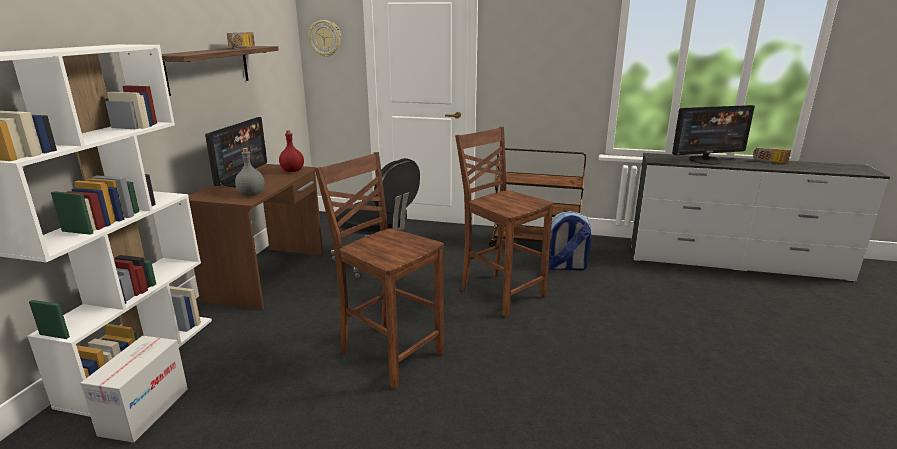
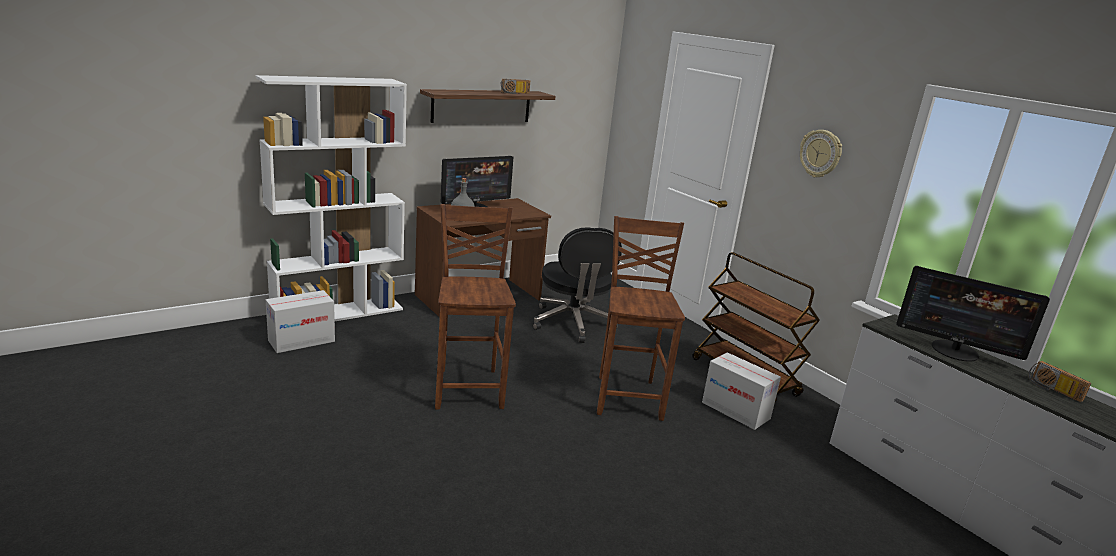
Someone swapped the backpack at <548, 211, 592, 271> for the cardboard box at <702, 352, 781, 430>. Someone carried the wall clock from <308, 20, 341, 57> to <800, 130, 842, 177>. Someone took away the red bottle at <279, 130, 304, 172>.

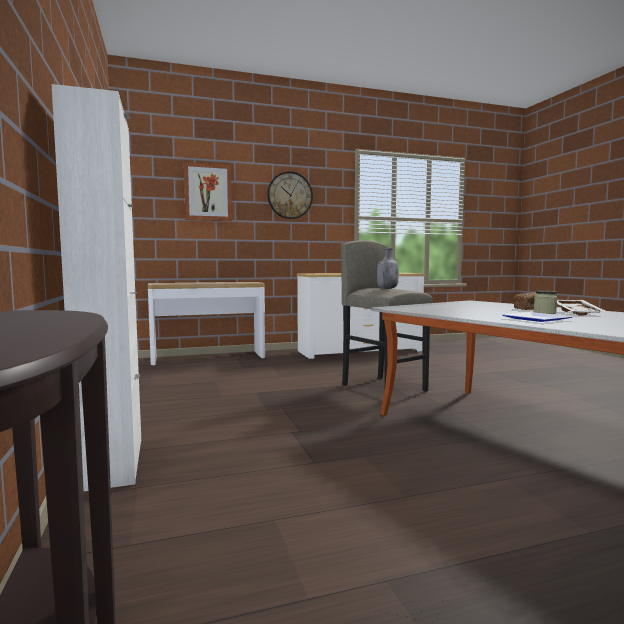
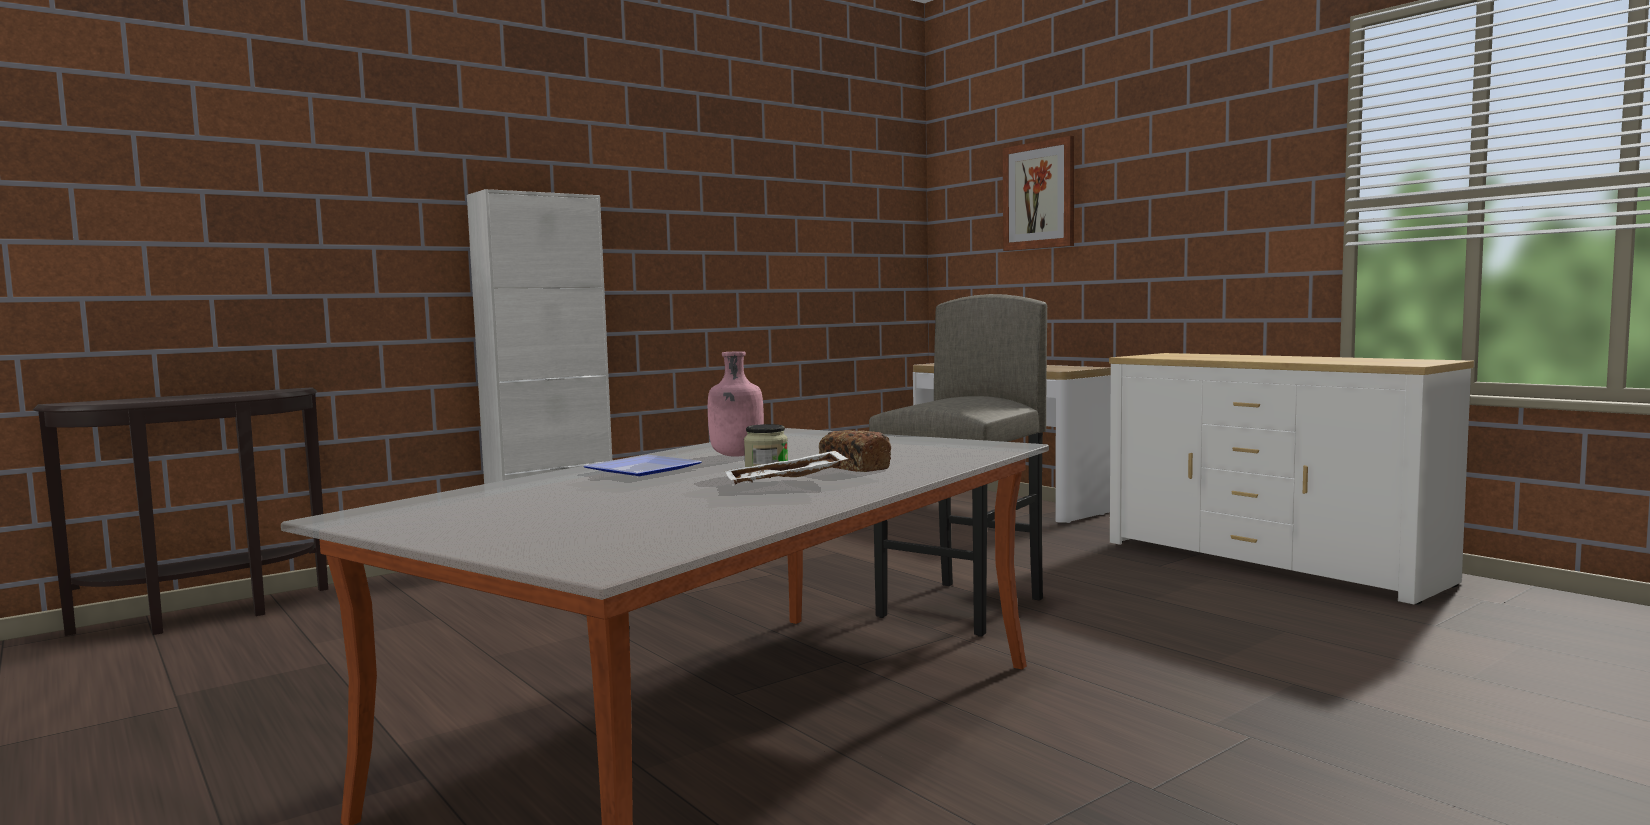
Someone put down the pink bottle at <708, 351, 764, 457>. Someone took away the wall clock at <267, 171, 313, 219>. Someone took away the grey bottle at <377, 248, 399, 289>.

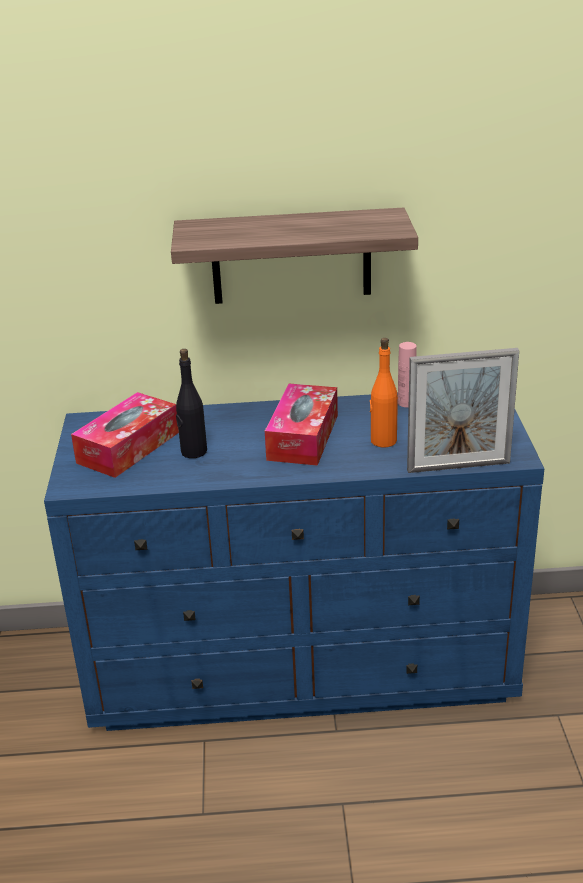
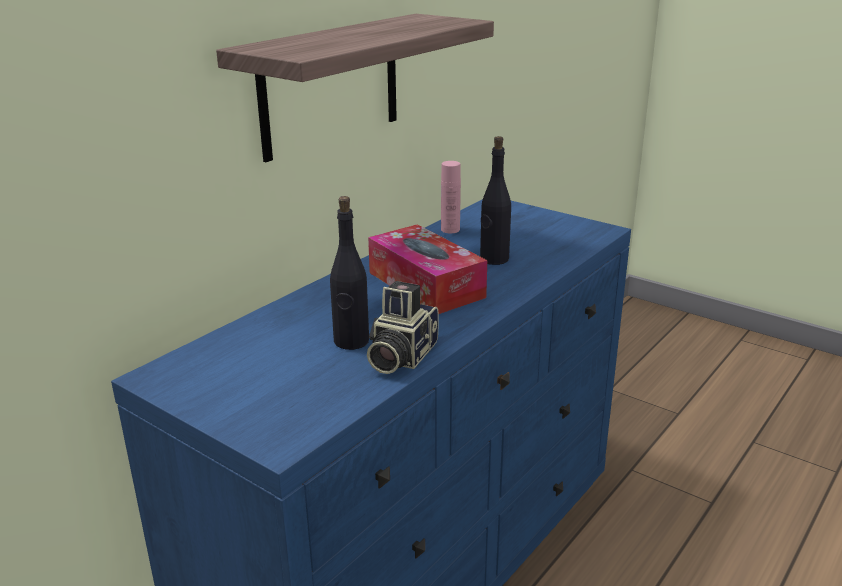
Someone put down the photo camera at <367, 281, 439, 374>. Someone repainted the orange bottle at <370, 338, 398, 447>, which became the black bottle at <480, 136, 511, 265>. Someone took away the tissue box at <71, 392, 179, 478>. Someone took away the picture frame at <407, 348, 519, 473>.

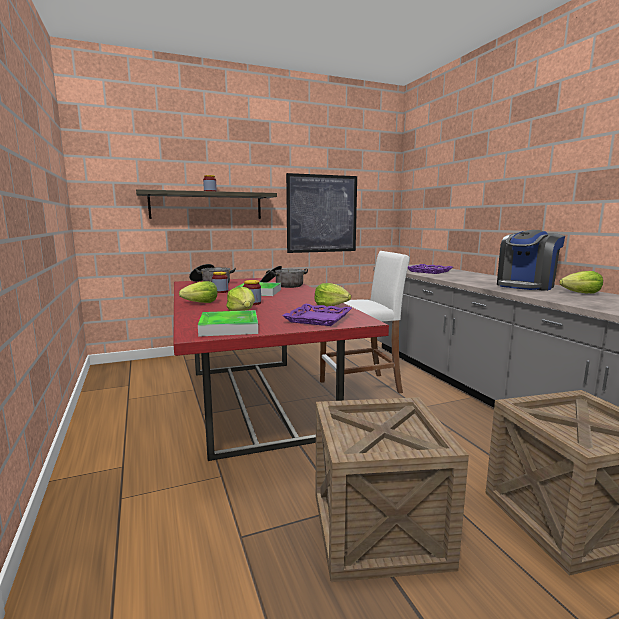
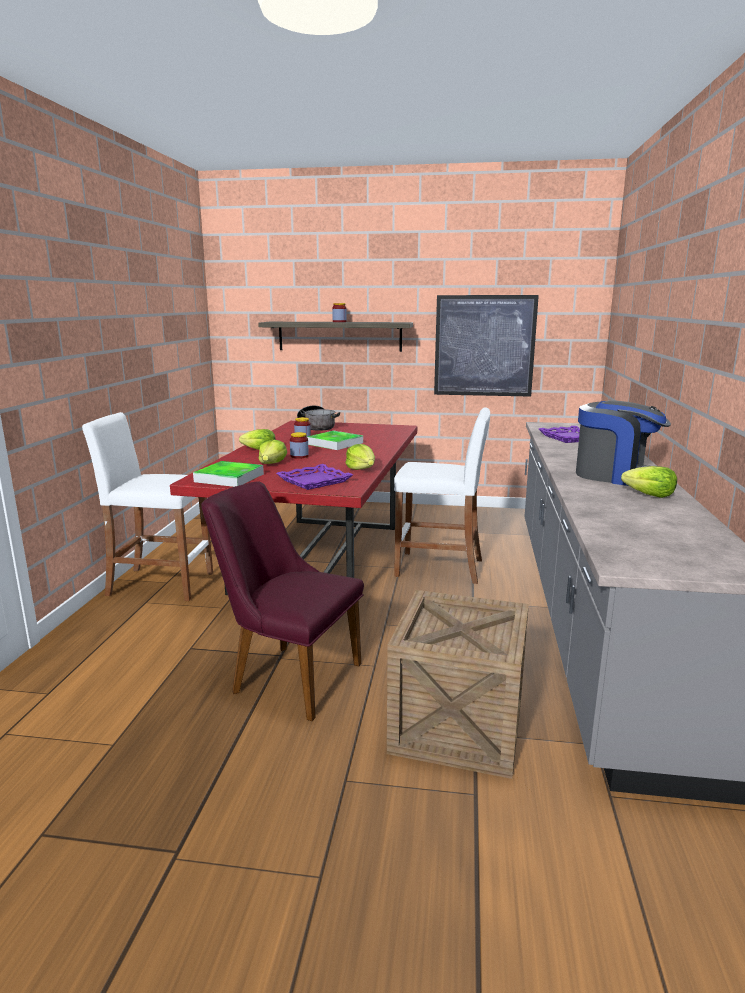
Someone put down the white stool at <82, 412, 213, 601>. Someone swapped the crate at <316, 397, 469, 582> for the purple chair at <201, 481, 364, 721>. Someone rotated the coffee machine at <497, 230, 565, 291> by 135 degrees counterclockwise. Someone took away the cooking pot at <260, 266, 308, 288>.

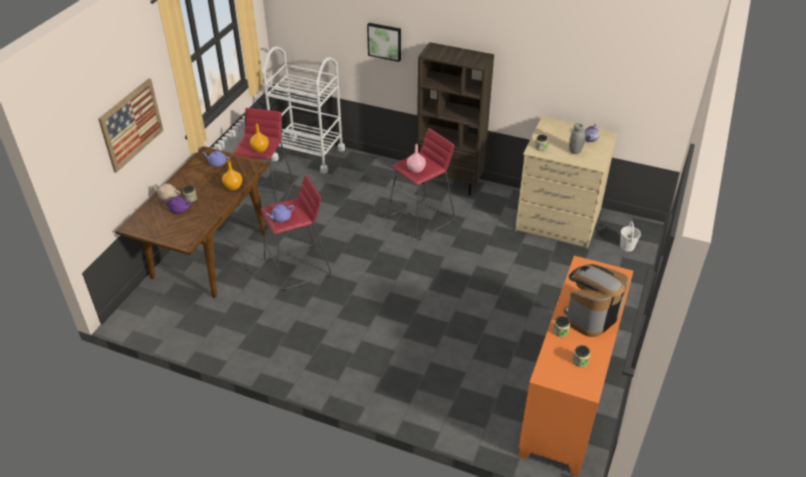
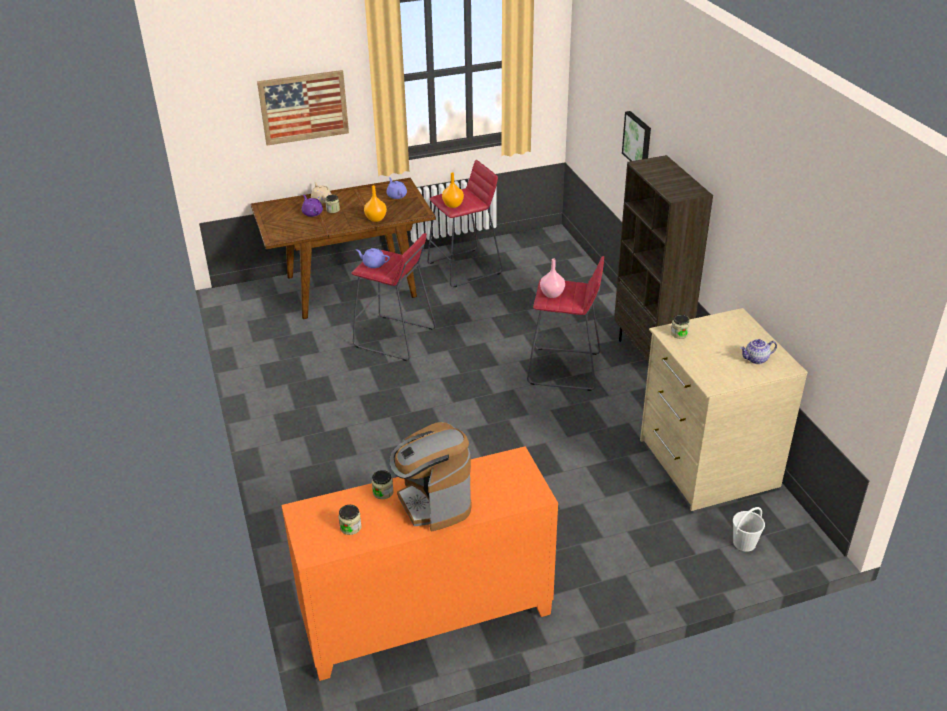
Someone rotated the coffee machine at <564, 264, 629, 337> by 120 degrees counterclockwise. Someone took away the white cart at <262, 46, 345, 174>. Someone took away the grey vase at <569, 123, 585, 154>.

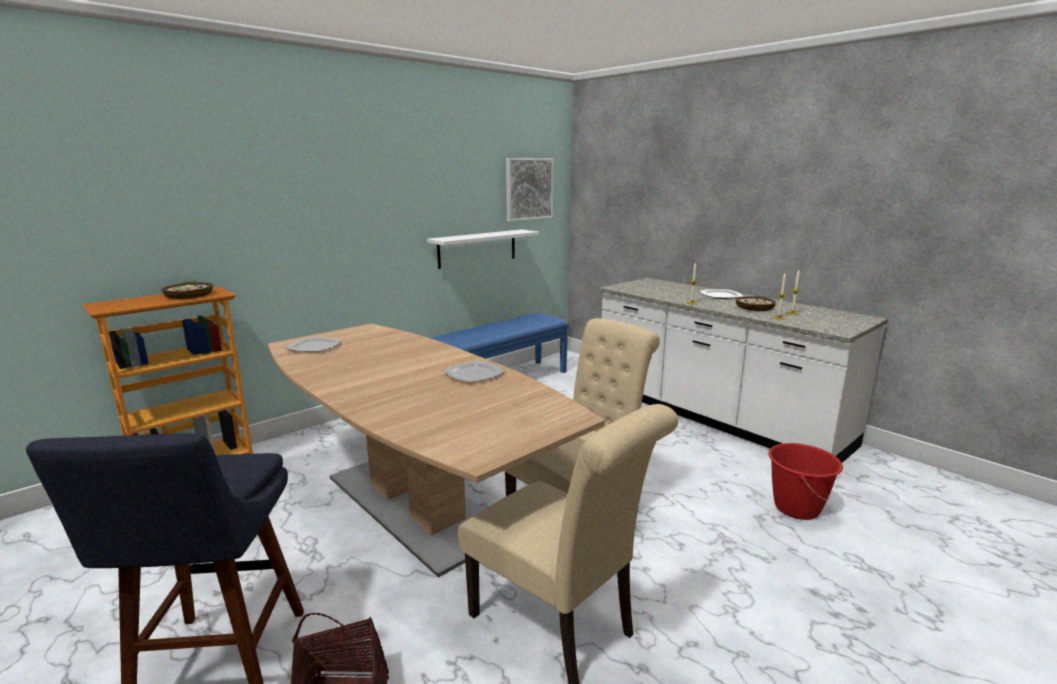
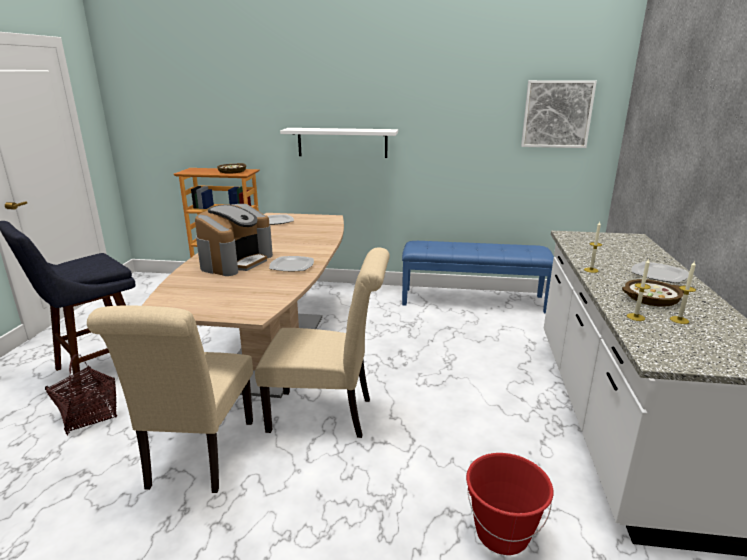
Someone put down the coffee machine at <195, 204, 273, 276>. Someone carried the white shelf from <427, 230, 539, 269> to <280, 128, 398, 158>.

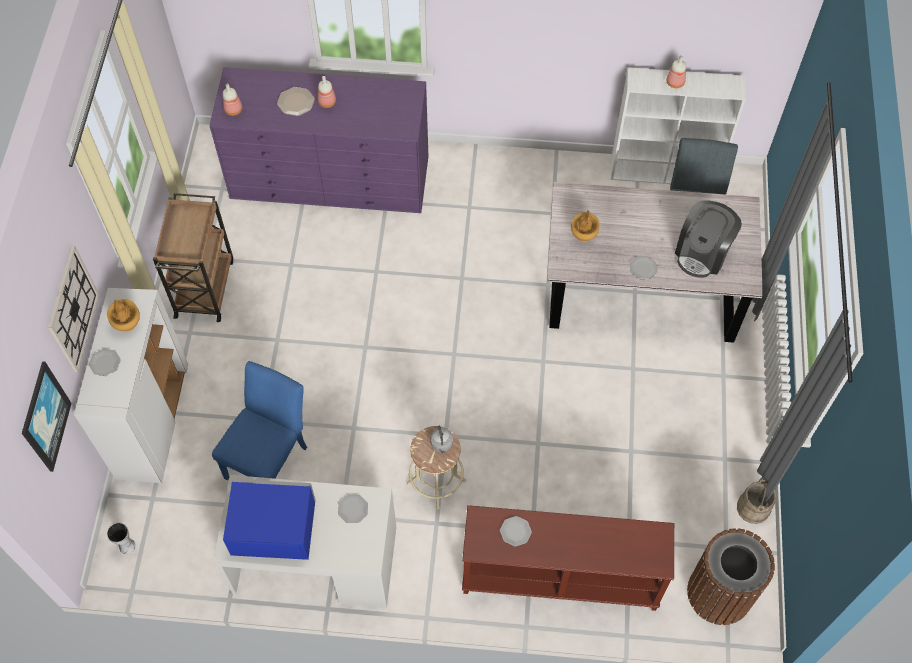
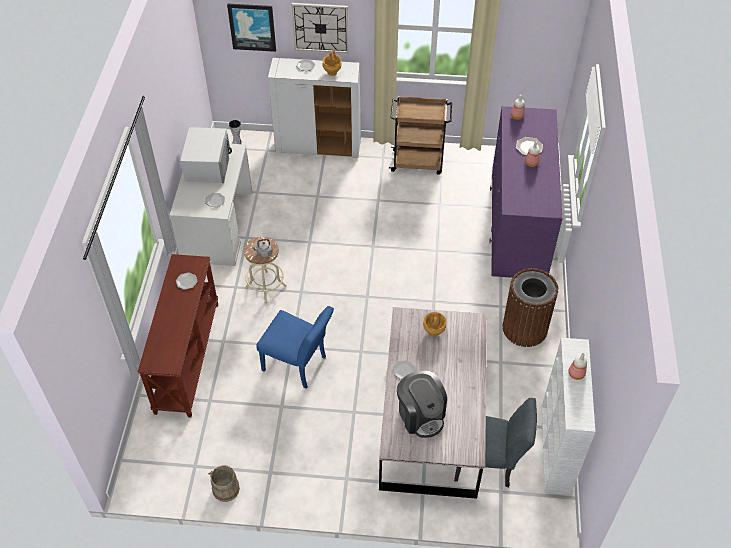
Someone repainted the blue microwave at <223, 480, 316, 560>, which became the white microwave at <181, 127, 232, 183>. Someone carried the blue chair from <212, 361, 307, 480> to <256, 306, 334, 389>. Someone rotated the coffee machine at <675, 201, 742, 278> by 150 degrees counterclockwise. Someone carried the brown trash can from <687, 528, 775, 625> to <502, 268, 558, 347>.

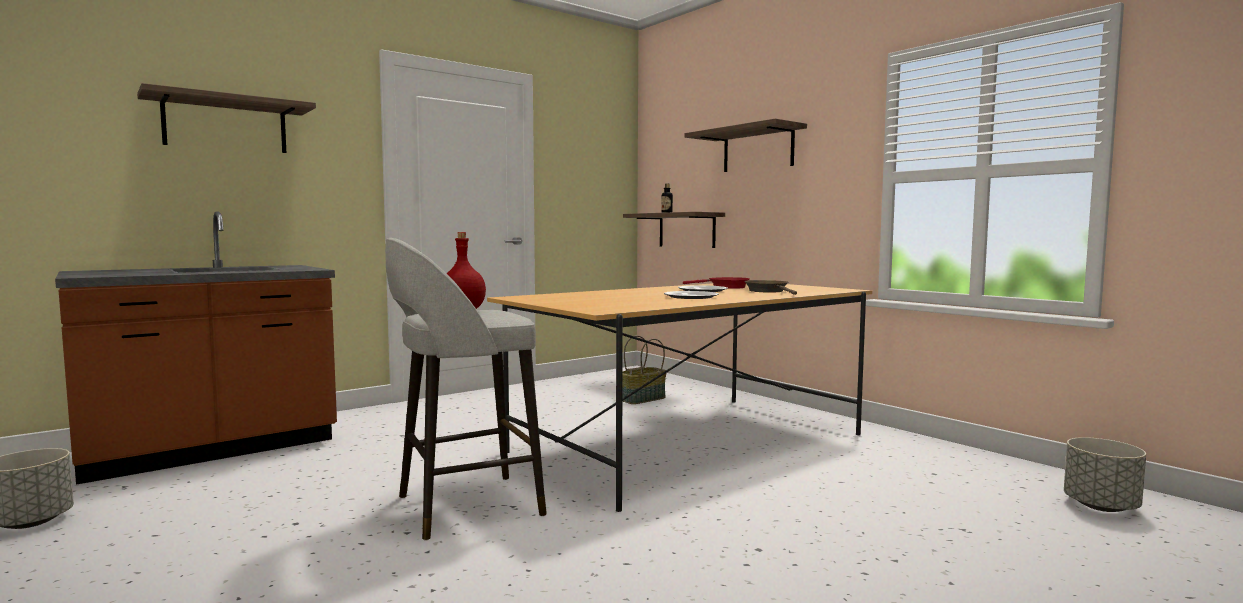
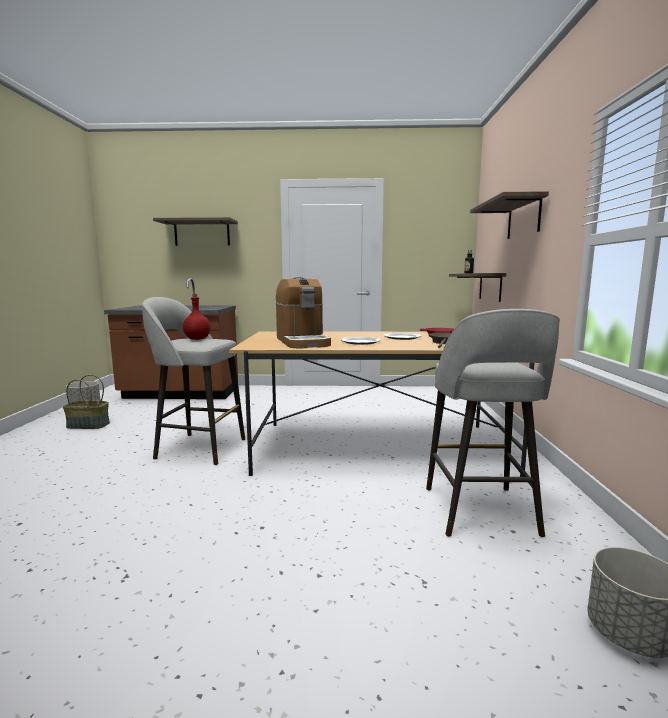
Someone carried the basket from <622, 335, 666, 404> to <63, 375, 110, 429>. Someone put down the coffee machine at <276, 277, 331, 349>. Someone put down the grey stool at <426, 309, 560, 537>.

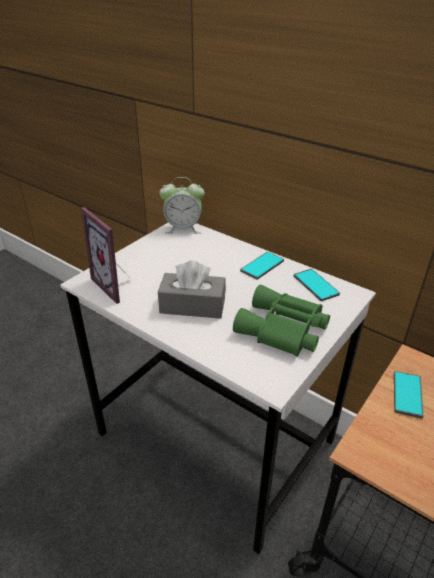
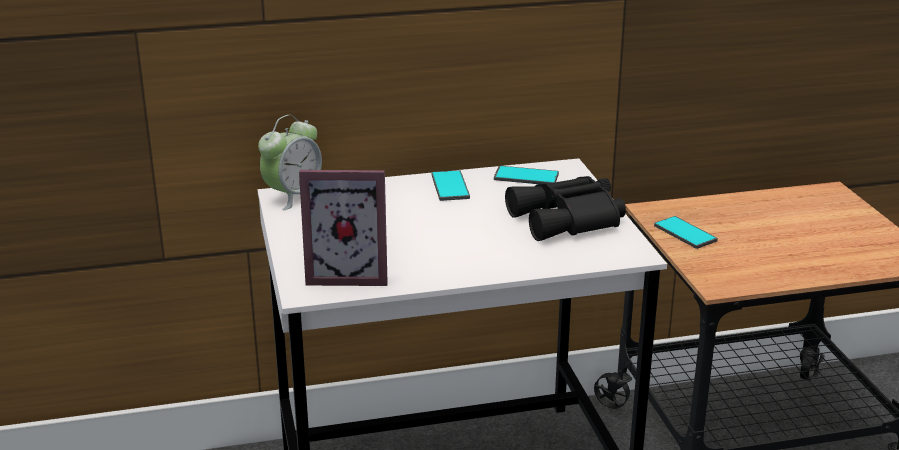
Someone repainted the green binoculars at <233, 285, 330, 357>, which became the black binoculars at <505, 176, 626, 241>. Someone took away the grey tissue box at <158, 260, 226, 319>.

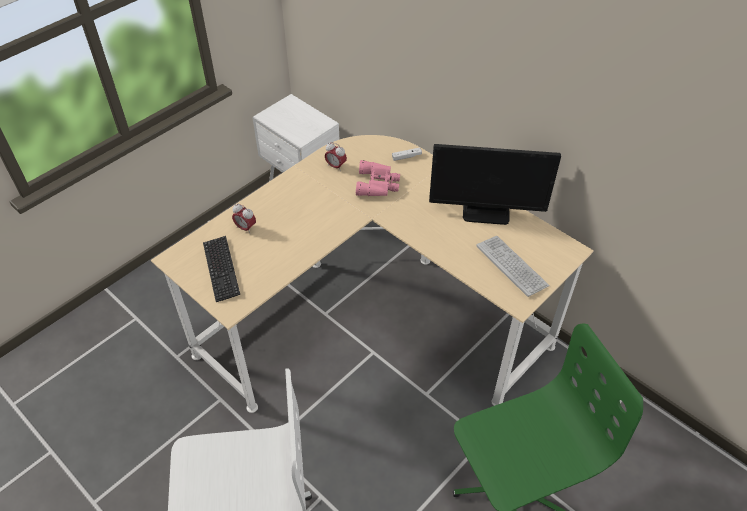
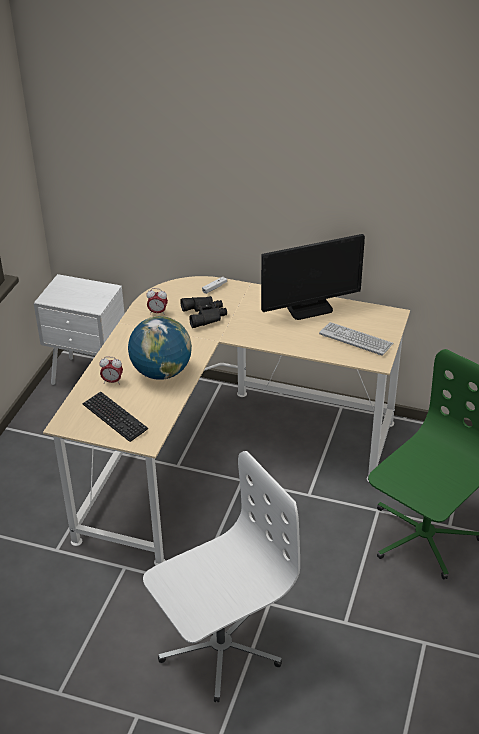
Someone put down the globe at <128, 316, 192, 380>. Someone repainted the pink binoculars at <356, 160, 400, 196>, which became the black binoculars at <180, 296, 227, 328>.

